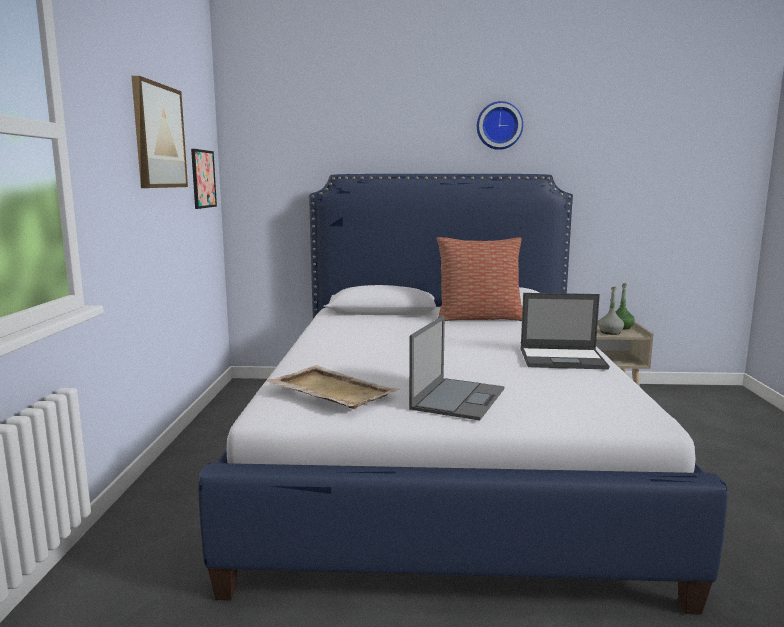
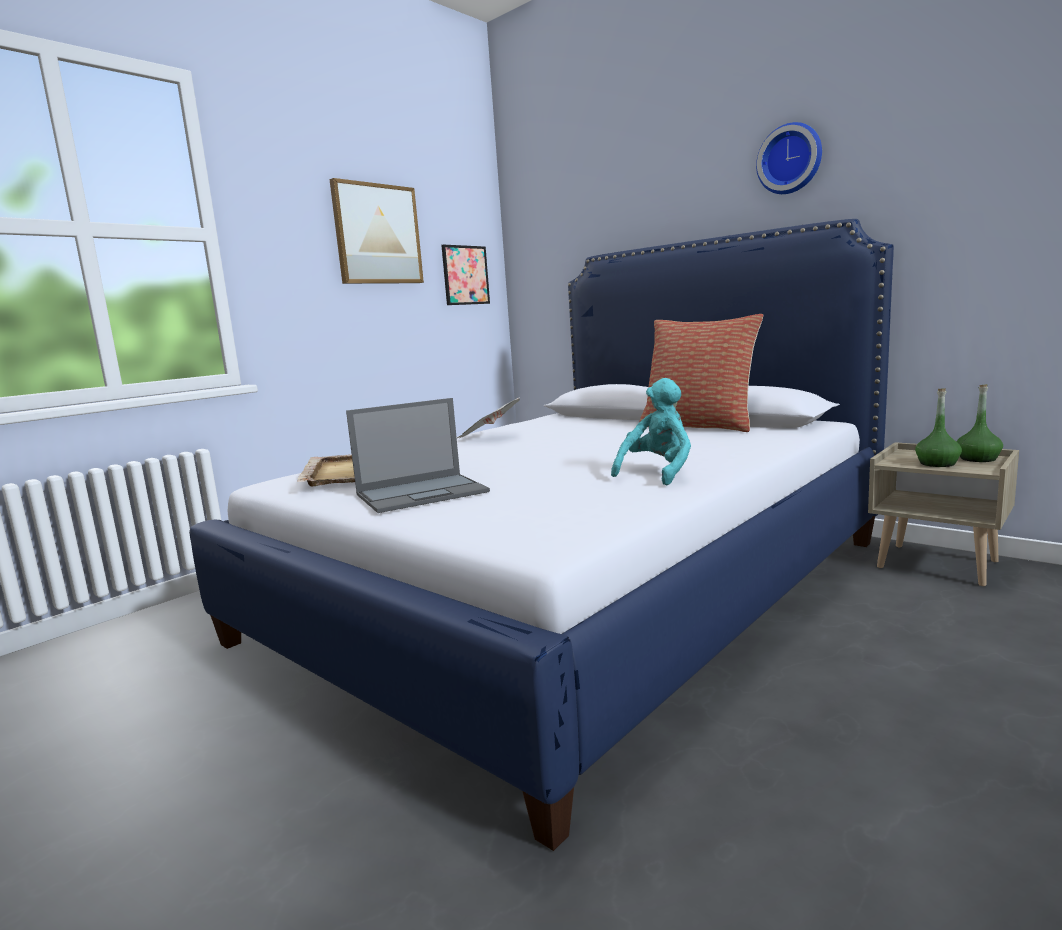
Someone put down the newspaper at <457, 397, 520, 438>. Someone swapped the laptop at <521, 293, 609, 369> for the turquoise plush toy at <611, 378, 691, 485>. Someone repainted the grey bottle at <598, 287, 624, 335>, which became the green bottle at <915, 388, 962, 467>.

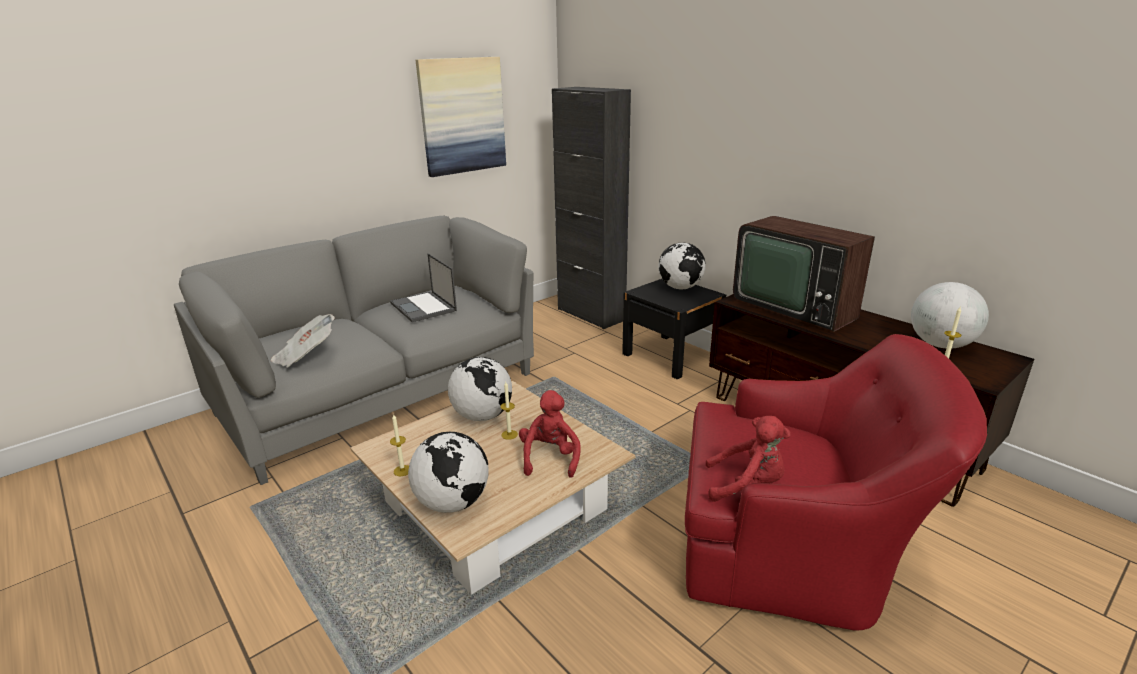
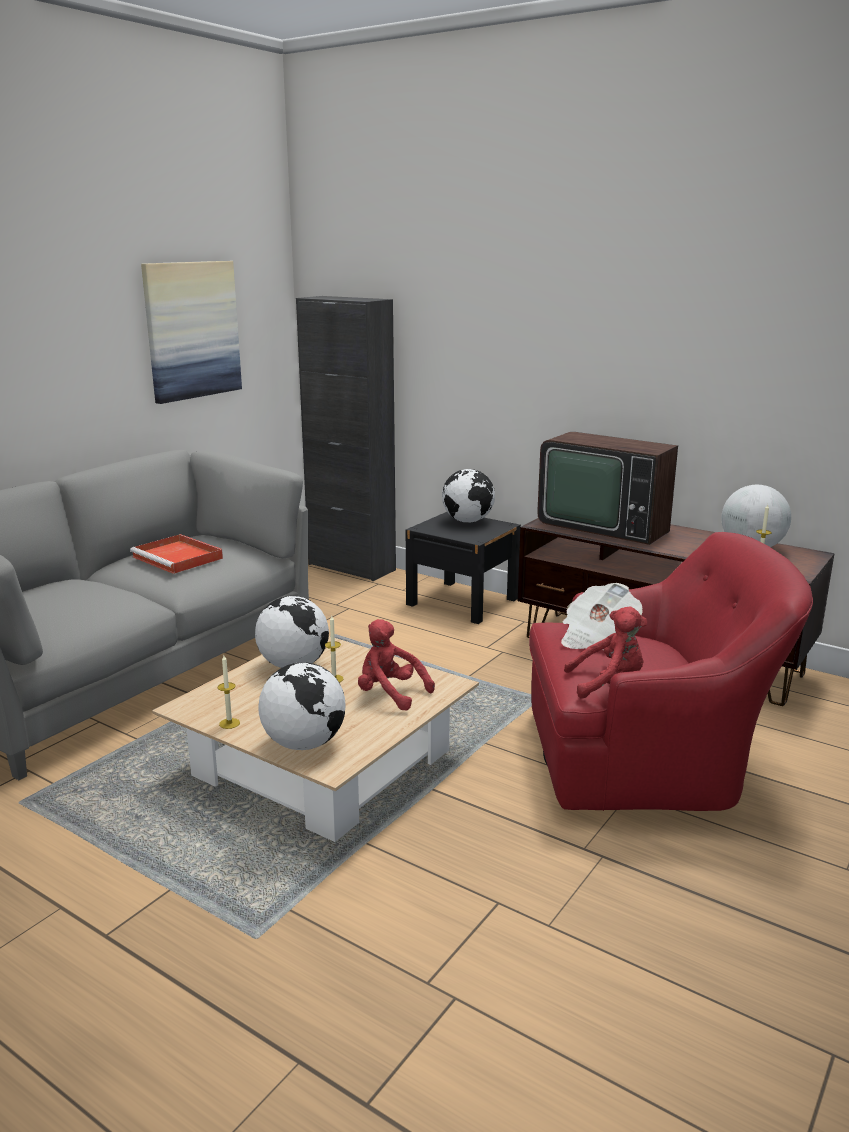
Someone swapped the laptop at <390, 253, 457, 322> for the red tray at <130, 534, 223, 574>. Someone rotated the red plush toy at <519, 390, 580, 478> by 45 degrees counterclockwise. Someone carried the newspaper from <271, 314, 335, 367> to <561, 583, 642, 650>.

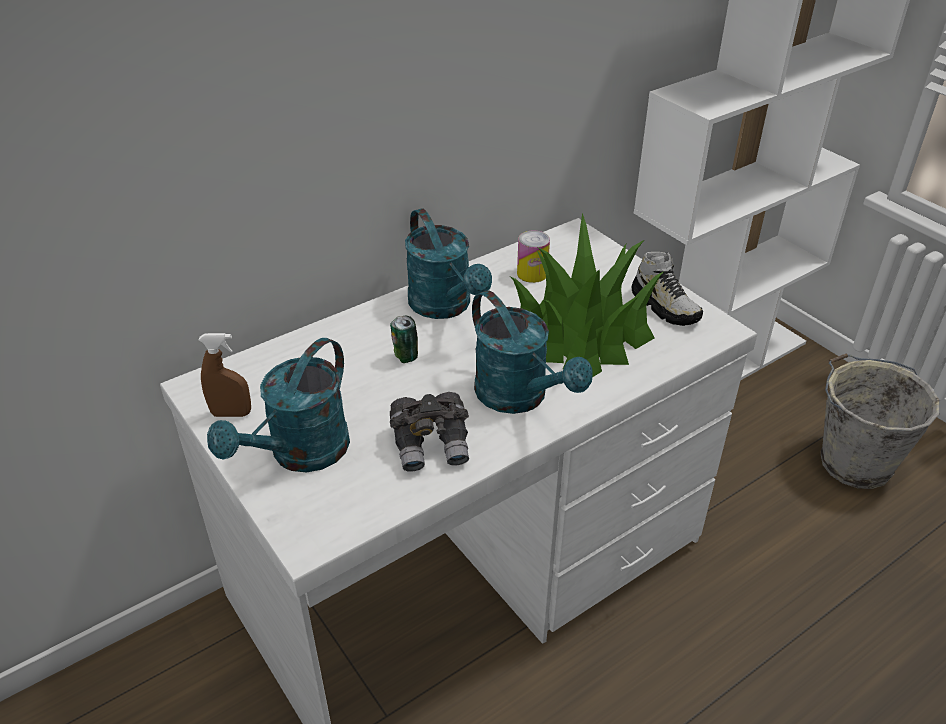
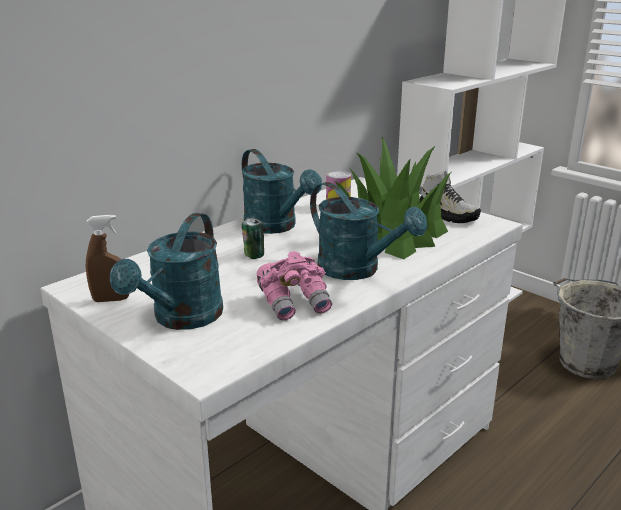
Someone repainted the grey binoculars at <390, 392, 469, 472>, which became the pink binoculars at <257, 251, 332, 320>.

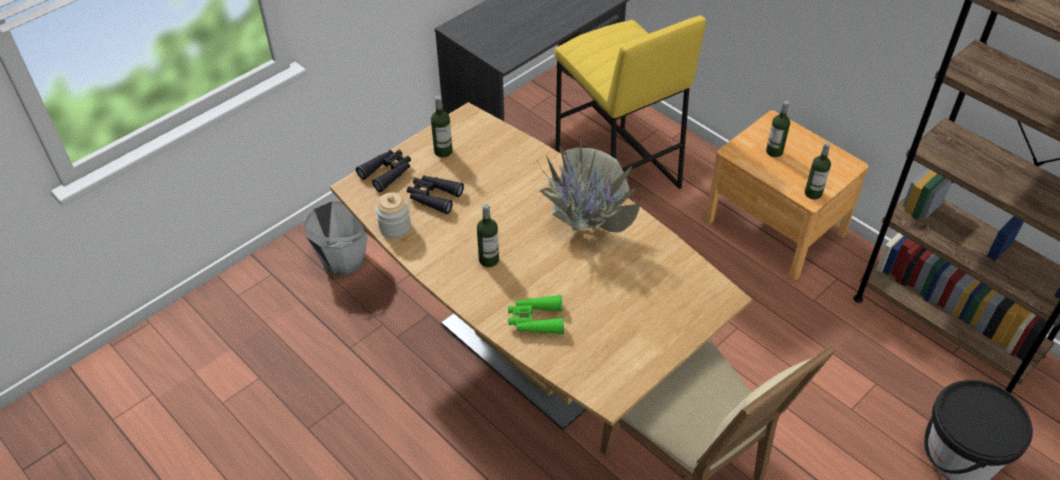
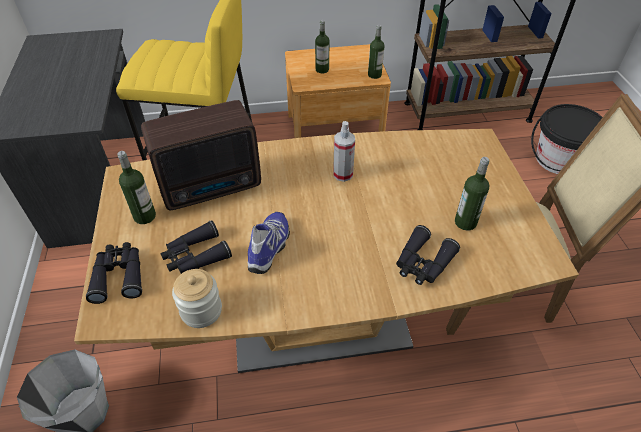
Someone put down the radio at <141, 100, 261, 210>. Someone put down the shoe at <248, 212, 290, 274>. Someone swapped the potted plant at <519, 134, 649, 281> for the spray bottle at <333, 121, 355, 182>. Someone repainted the green binoculars at <508, 295, 564, 335>, which became the black binoculars at <396, 225, 460, 285>. Someone carried the bottle from <477, 204, 499, 267> to <455, 157, 489, 230>.

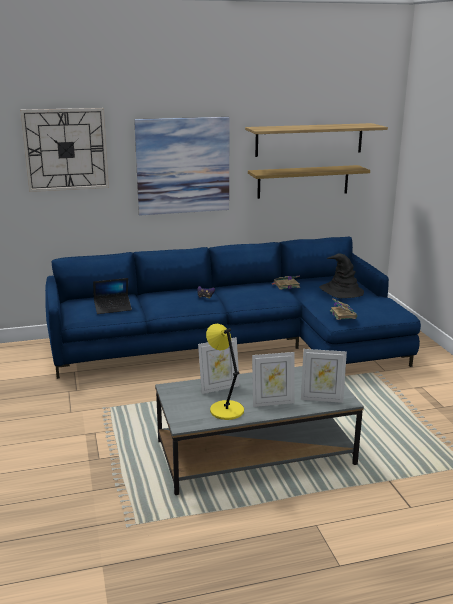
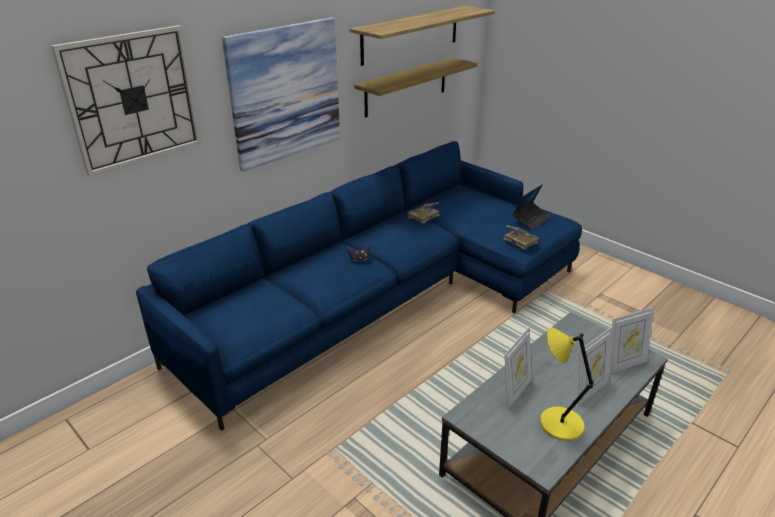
Someone carried the laptop from <93, 278, 132, 314> to <512, 184, 551, 230>. Someone took away the black hat at <319, 253, 364, 298>.

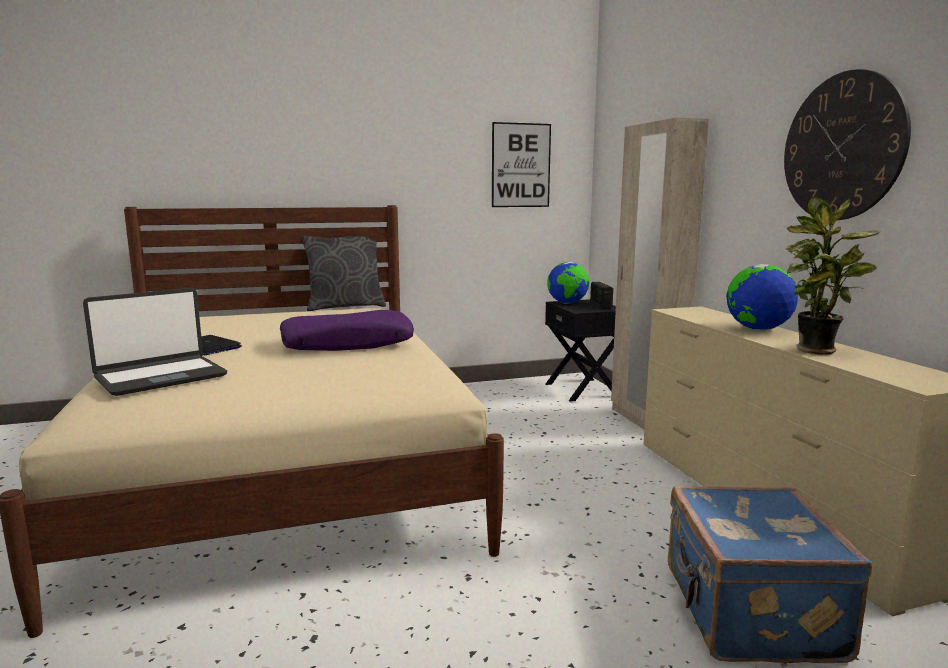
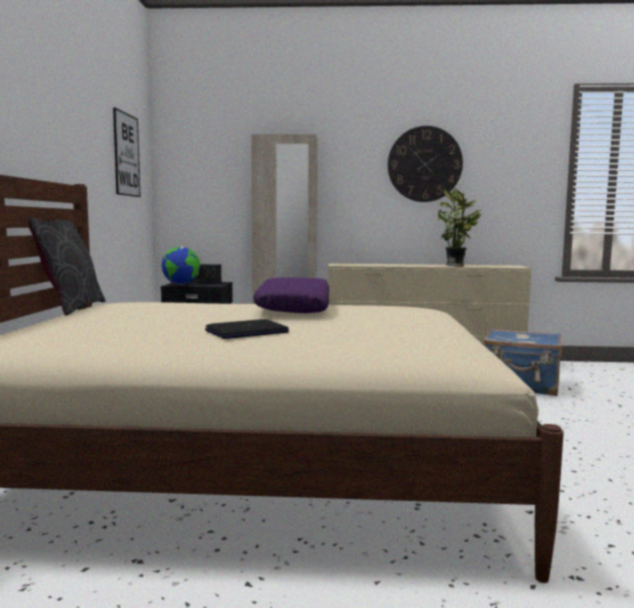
Someone took away the laptop at <83, 288, 227, 396>. Someone took away the globe at <726, 264, 798, 330>.

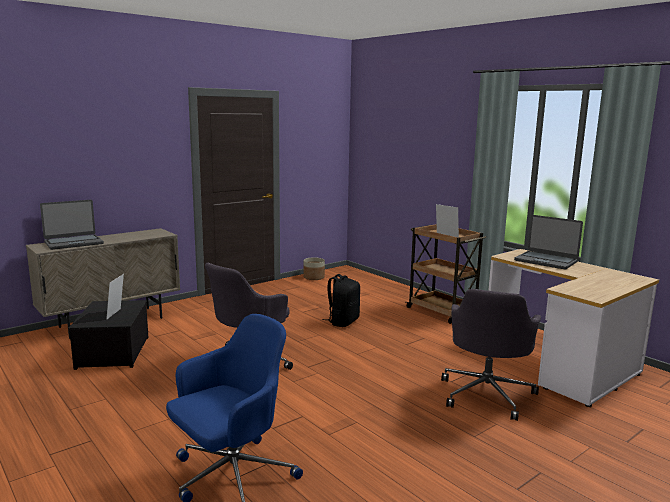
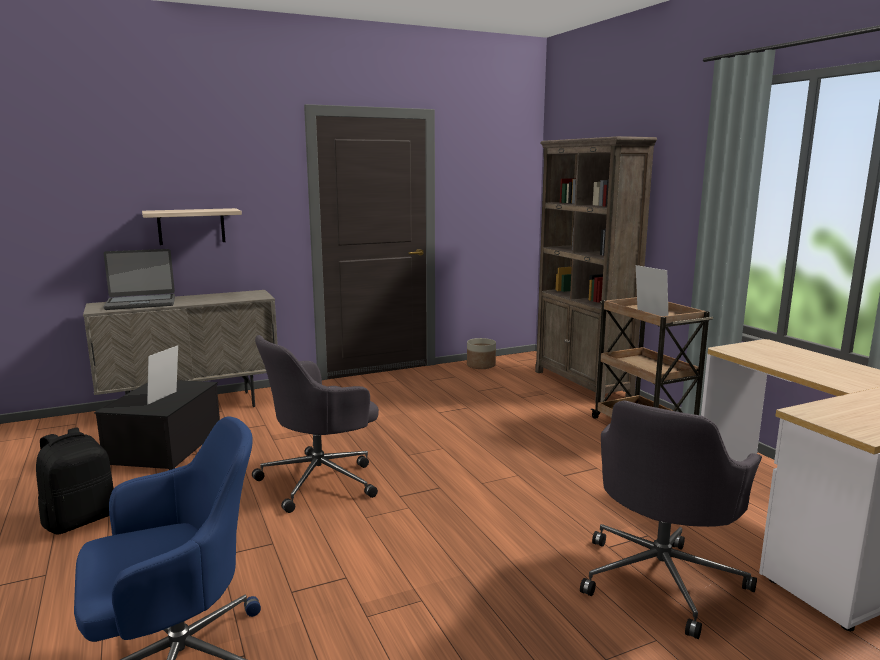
Someone carried the black backpack from <322, 274, 360, 327> to <36, 427, 114, 534>. Someone put up the shelf at <142, 208, 242, 245>. Someone put down the brown bookcase at <535, 136, 657, 402>. Someone took away the laptop at <514, 215, 583, 269>.

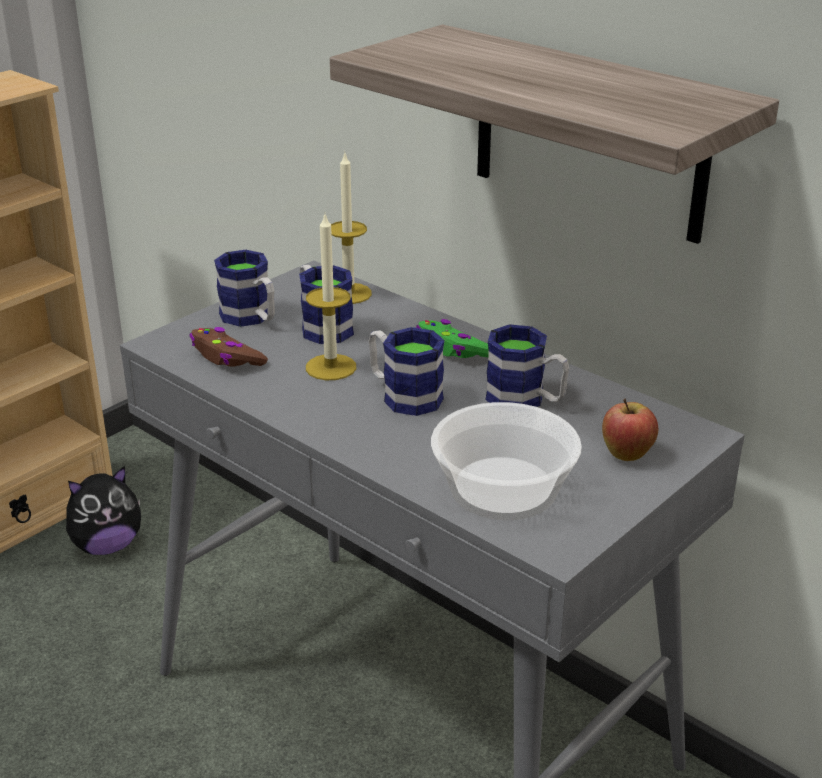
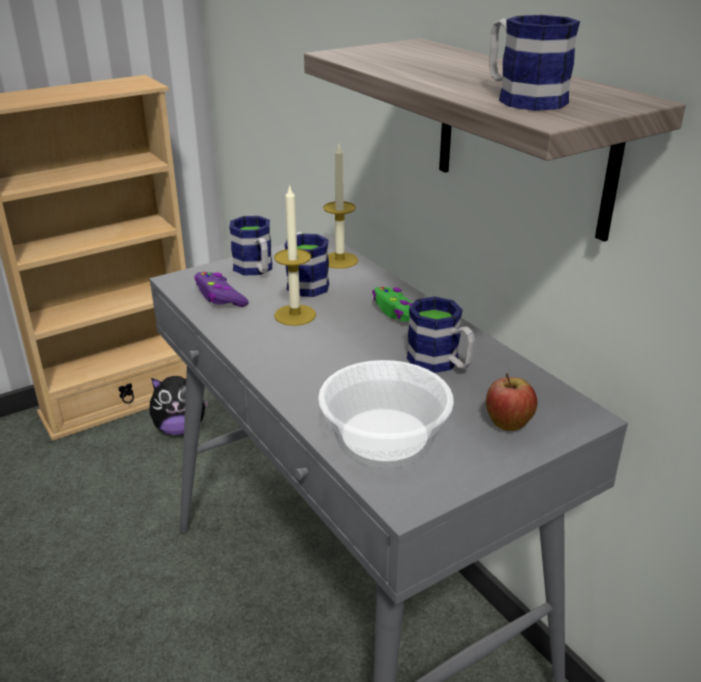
Someone repainted the brown game controller at <190, 327, 268, 367>, which became the purple game controller at <195, 272, 249, 307>. Someone carried the mug from <369, 327, 445, 416> to <489, 15, 580, 111>.

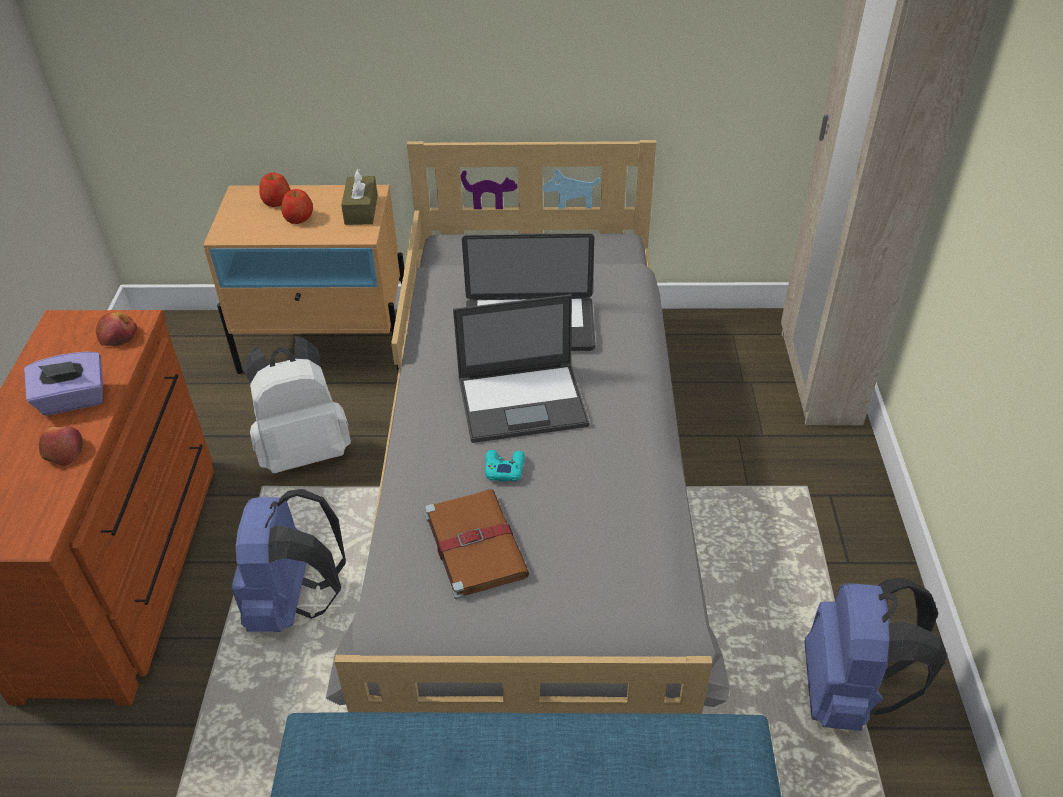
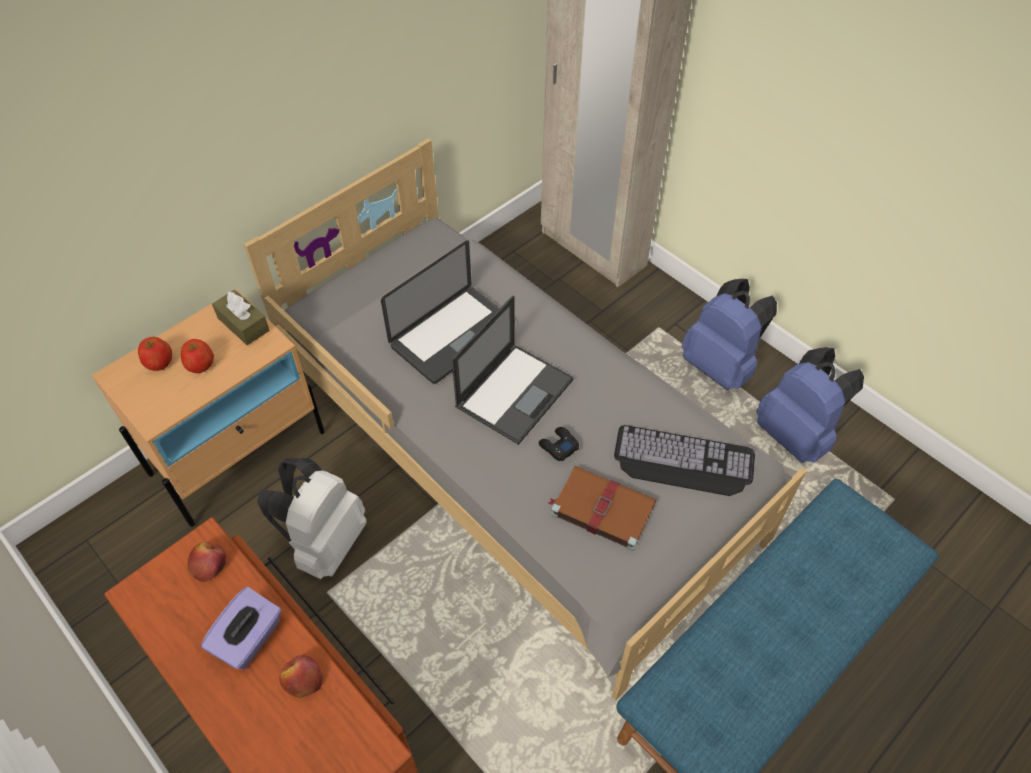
Someone repainted the turquoise game controller at <485, 450, 525, 481>, which became the black game controller at <539, 427, 579, 461>. Someone put down the keyboard at <614, 425, 755, 496>. Someone carried the blue backpack from <232, 489, 346, 632> to <682, 279, 777, 390>.

